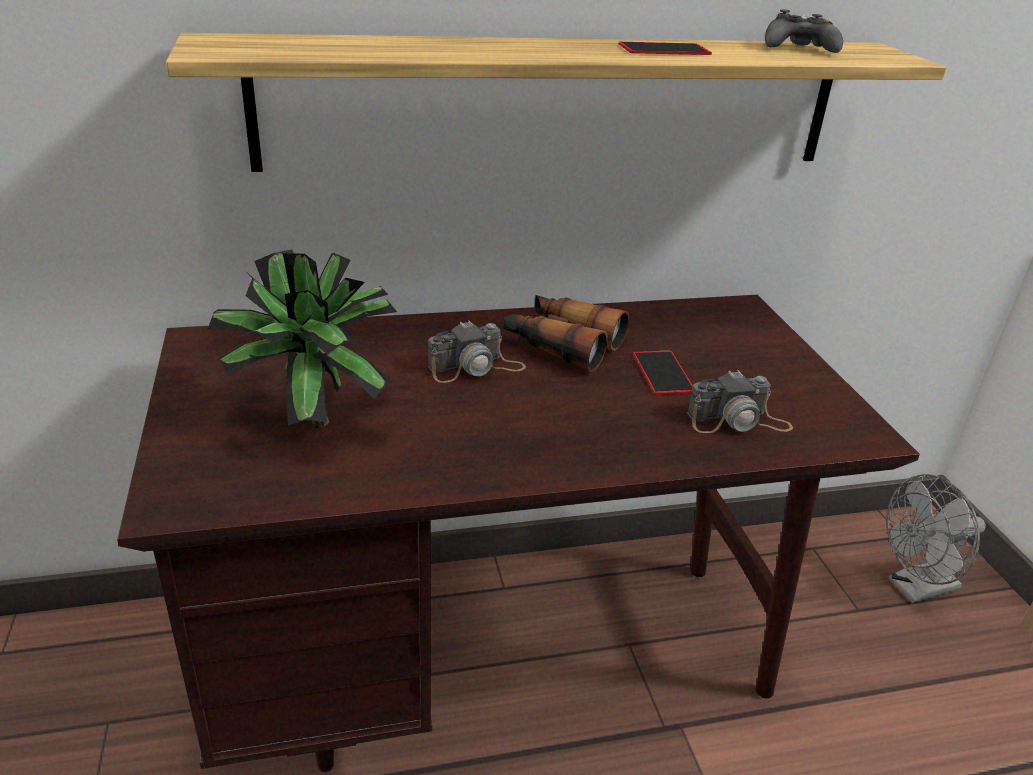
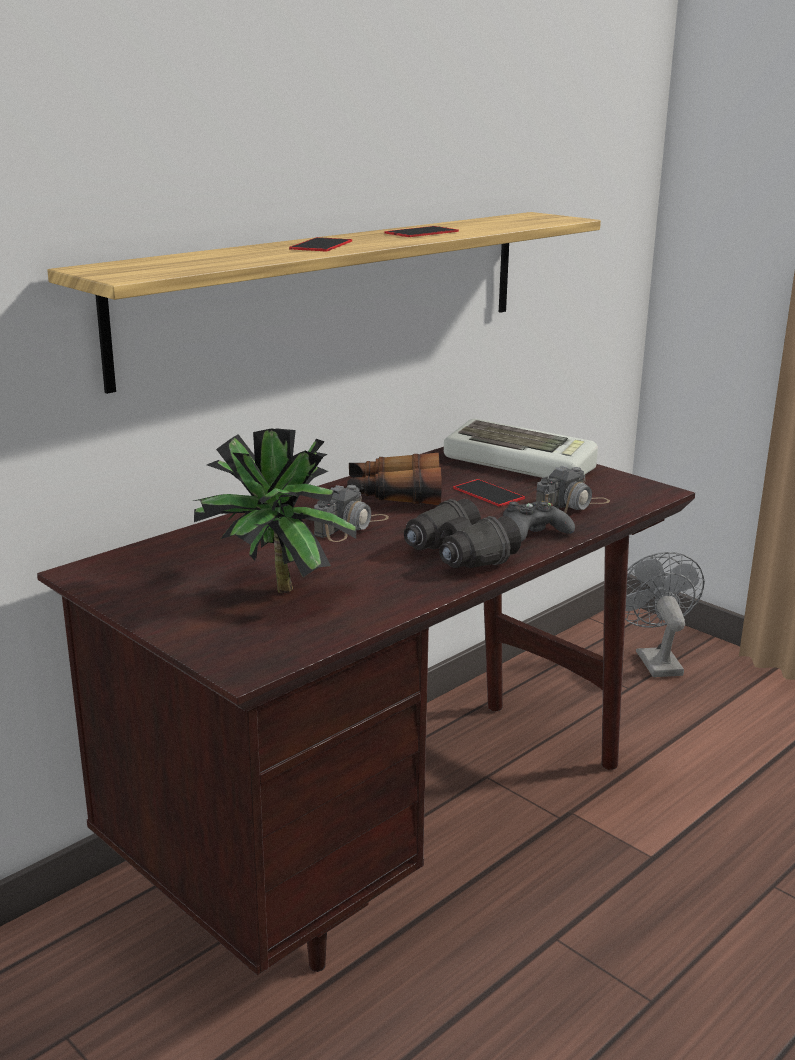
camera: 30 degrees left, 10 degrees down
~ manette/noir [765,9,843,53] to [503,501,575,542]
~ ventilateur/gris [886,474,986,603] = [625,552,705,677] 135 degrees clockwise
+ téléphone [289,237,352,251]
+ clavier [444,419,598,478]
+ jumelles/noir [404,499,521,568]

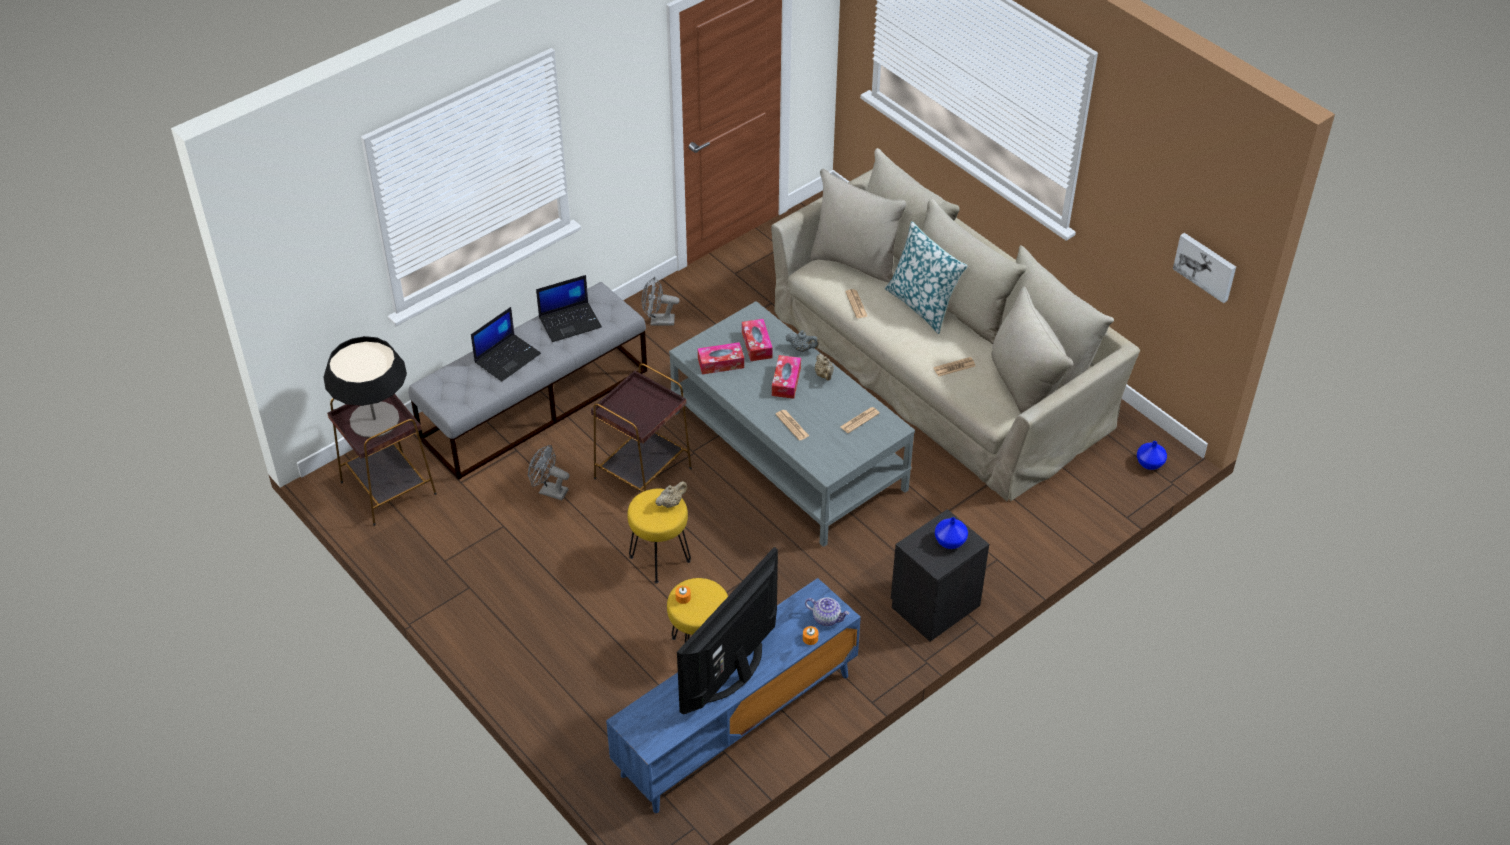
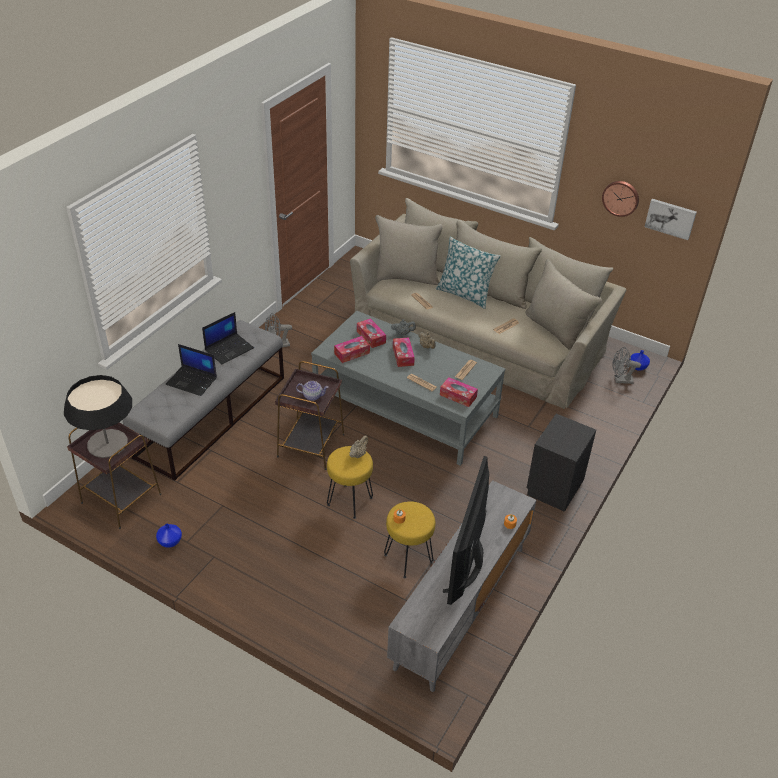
camera: 20 degrees left, 5 degrees down
~ ordinateur portable [471,307,541,382] = [166,344,217,396] 90 degrees clockwise
~ ventilateur/gris [528,445,569,500] to [612,347,641,384]
~ vase/bleu [935,517,968,549] to [156,523,182,548]
~ meuble télé/bleu [606,578,861,813] to meuble télé/gris [387,480,536,692]
~ théière [805,597,850,626] to [296,381,329,401]
+ horloge murale [602,181,639,217]
+ boîte à mouchoirs [440,377,478,407]

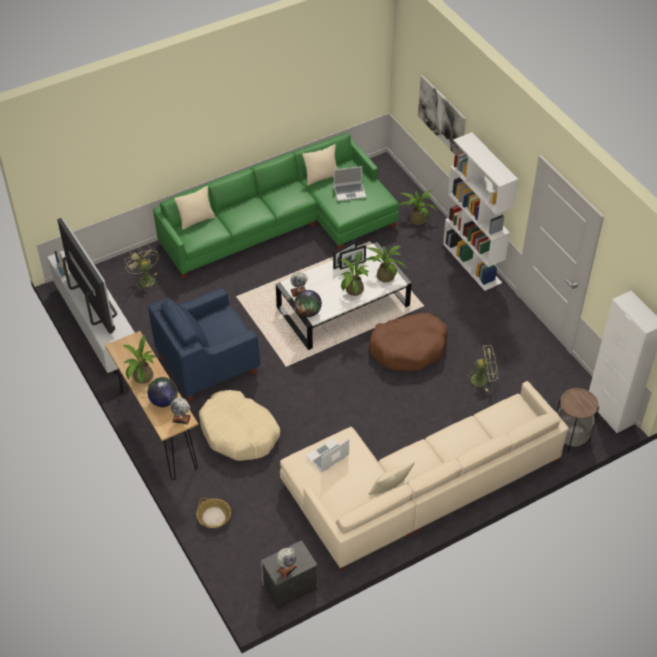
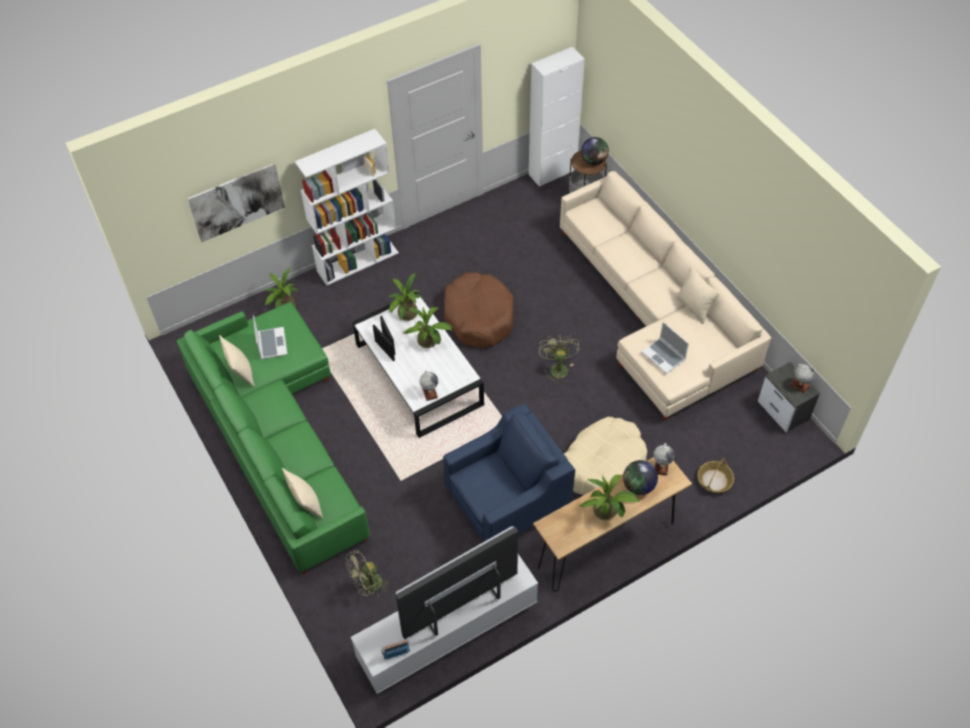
camera: 90 degrees left, 5 degrees up
~ fauteuil/bleu [148,288,260,403] = [443,404,575,542] 90 degrees counterclockwise
~ globe [294,290,322,317] to [581,137,609,165]
~ ventilateur/vert [465,345,498,391] to [539,334,580,383]

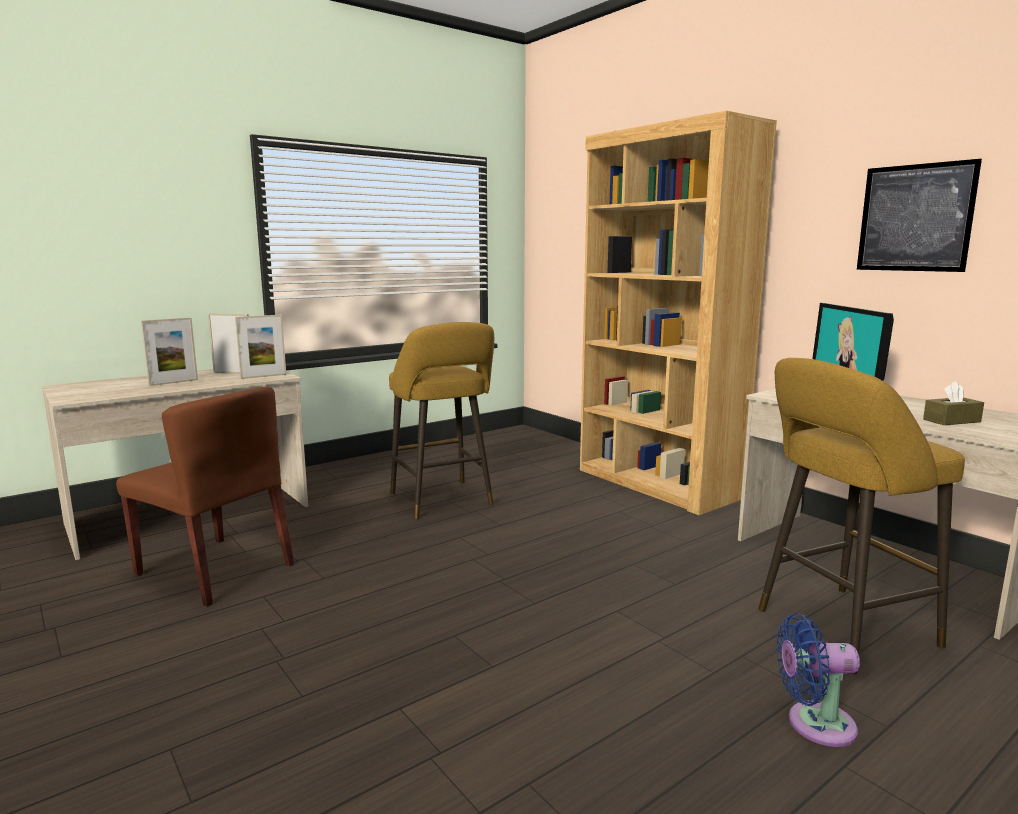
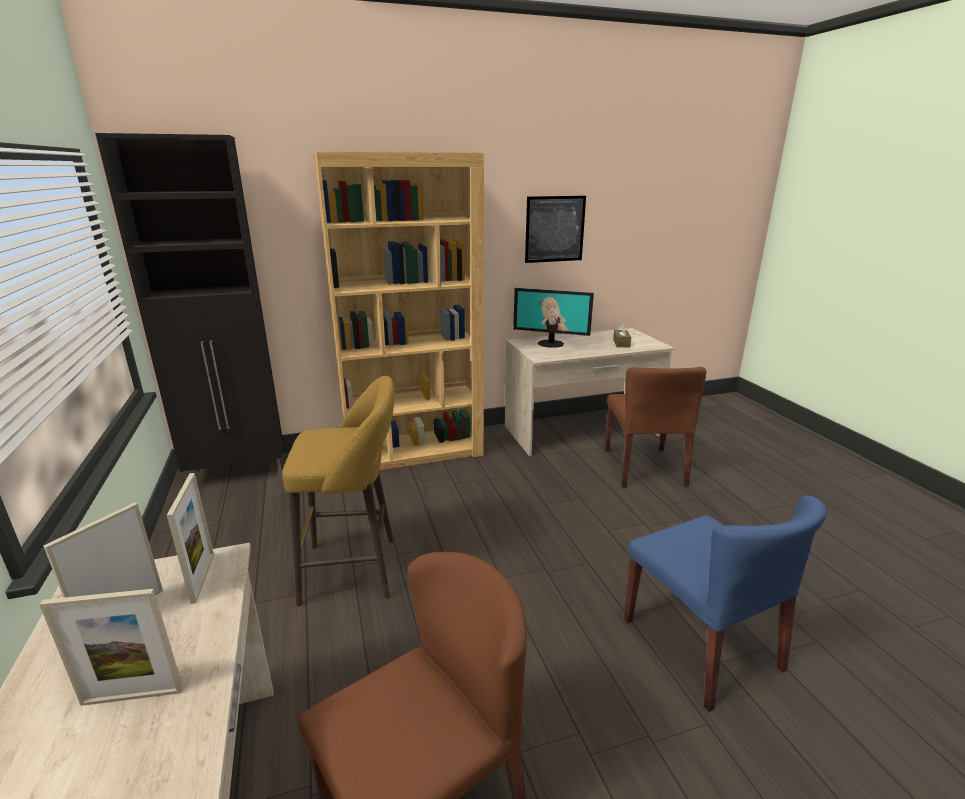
camera: 70 degrees left, 10 degrees up
~ cadre photo [141,317,198,386] = [39,589,183,706] 105 degrees clockwise
~ tabouret/jaune [758,358,965,674] to chaise/marron [605,367,706,488]
- ventilateur/bleu [776,613,860,747]
+ meuble de rangement/noir [95,133,283,479]
+ chaise/bleu [624,496,826,712]

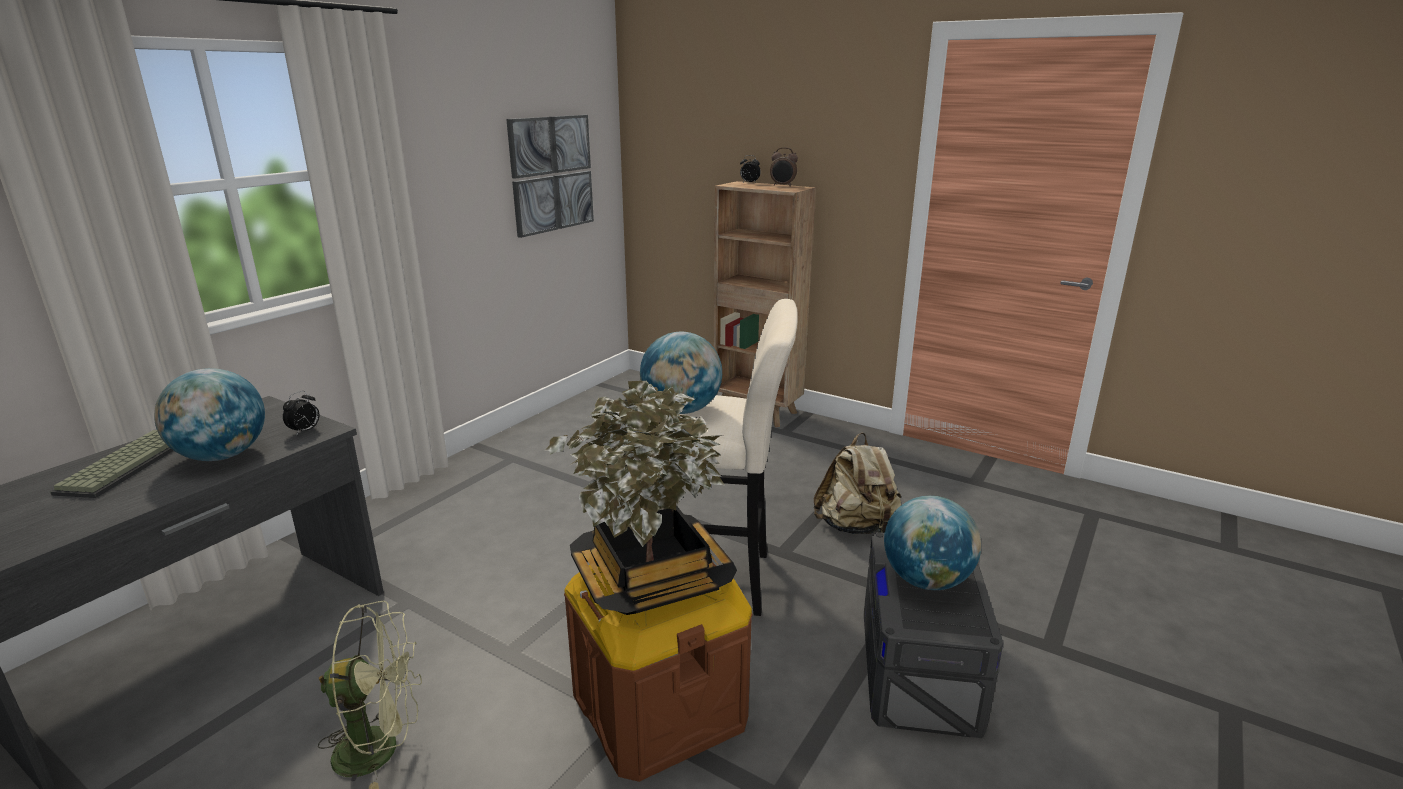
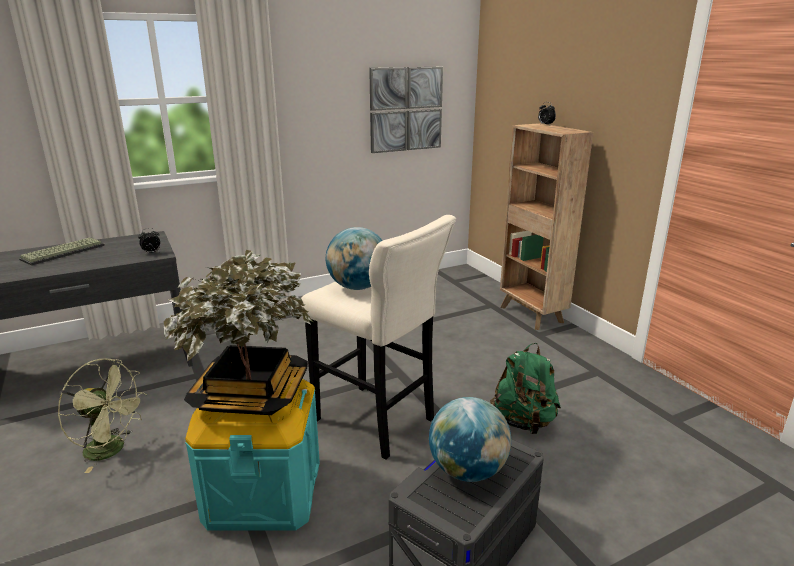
camera: 30 degrees right, 0 degrees up
- réveil [770,147,798,187]
- globe [154,368,265,461]
~ sac à dos/beige [814,433,901,534] to sac à dos/vert [490,343,561,434]
~ boîte de rangement/marron [564,562,753,782] to boîte de rangement/turquoise [185,377,320,530]

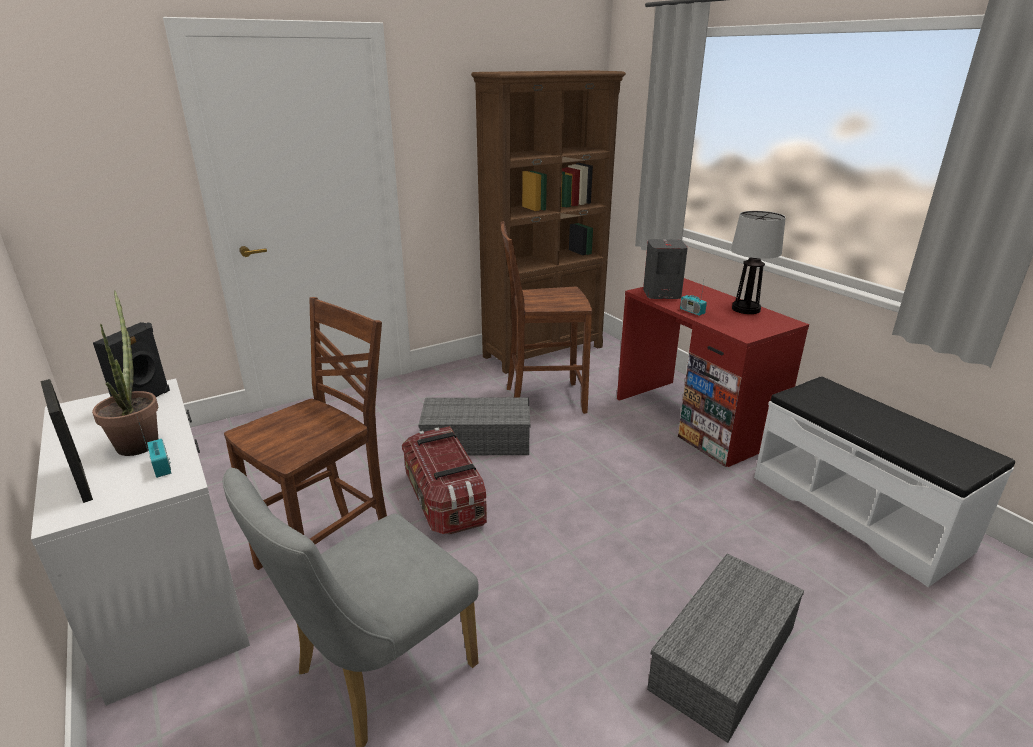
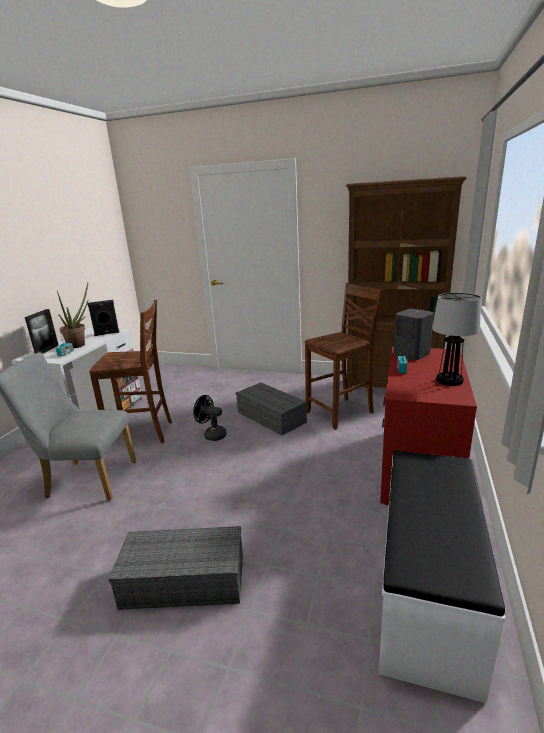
camera: 50 degrees right, 5 degrees down
~ chaise/marron [500,221,592,414] = [305,283,384,430] 105 degrees clockwise
~ boîte de rangement [402,426,487,535] to ventilateur/noir [193,395,227,441]

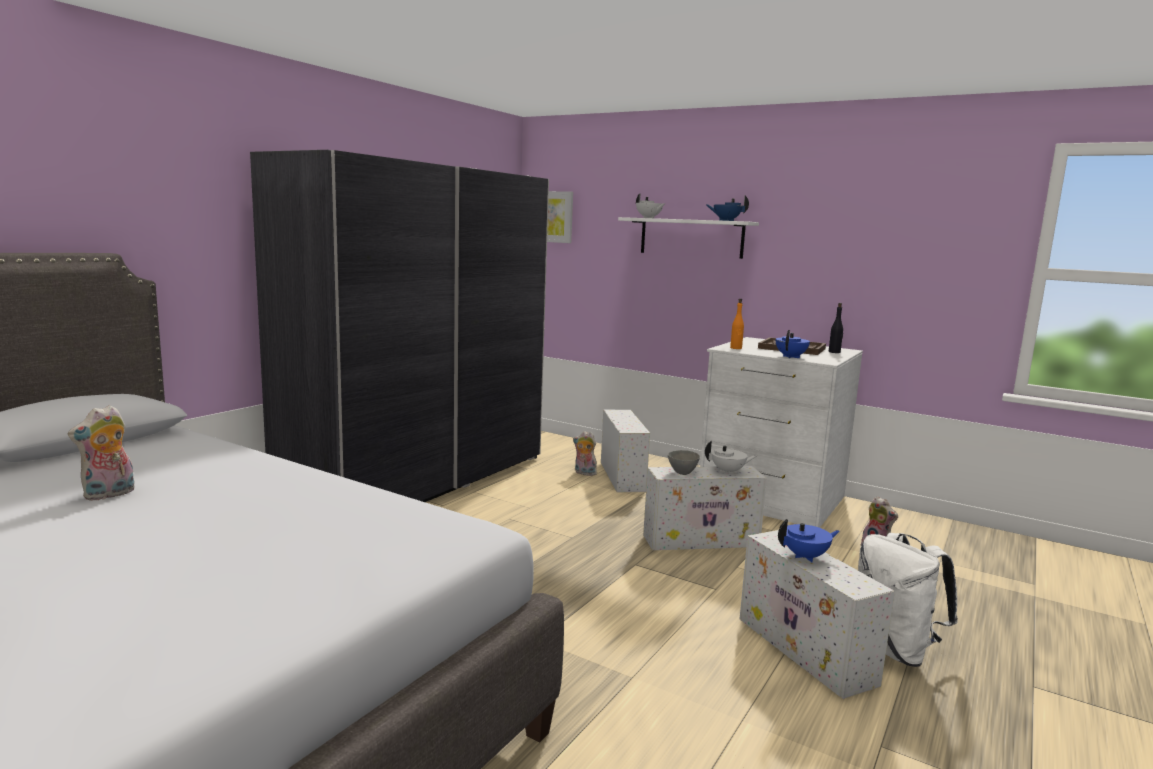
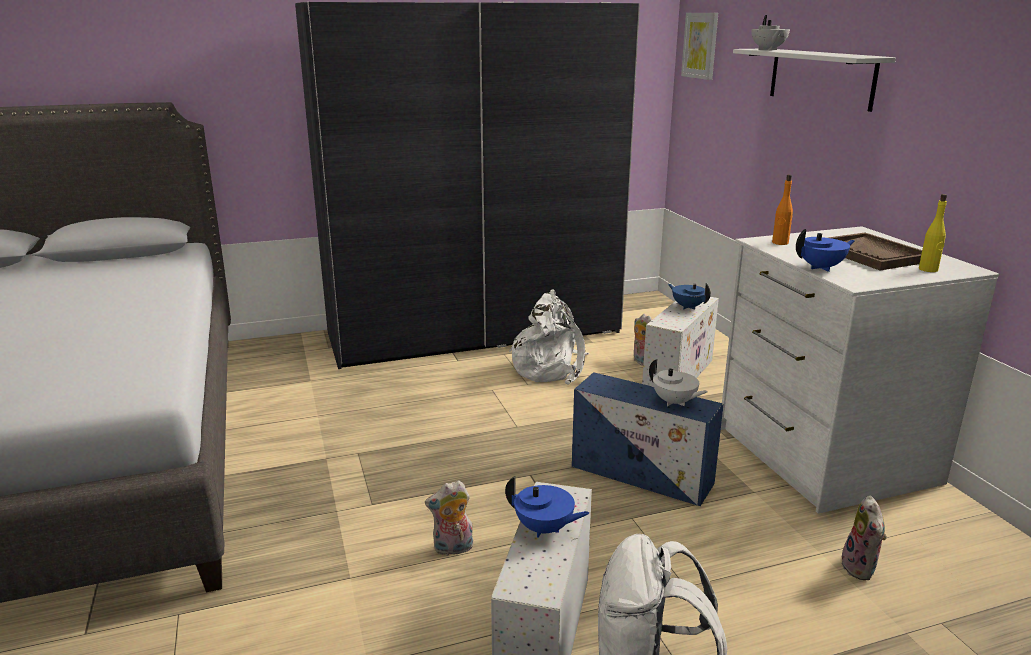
camera: 40 degrees right, 10 degrees up
~ théière/bleu [705,196,749,221] to [668,283,711,310]
~ bouteille/noir [829,303,843,353] to bouteille/jaune [919,194,947,272]
~ peluche [68,405,135,501] to [425,480,473,556]
- bol/gris [668,450,700,475]
~ boîte de rangement/blanc [643,466,767,551] to boîte de rangement/bleu [572,372,724,506]
+ sac à dos/blanc [509,289,589,385]

